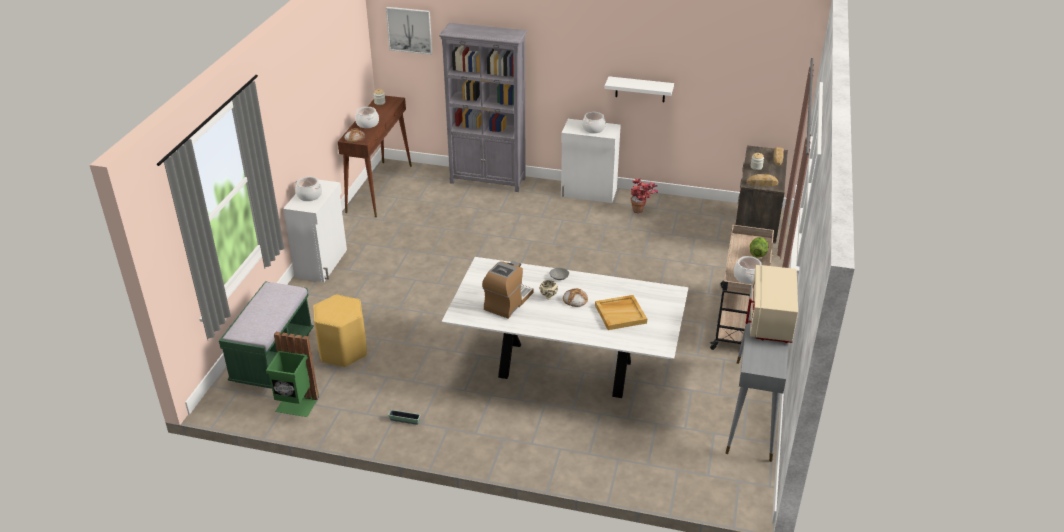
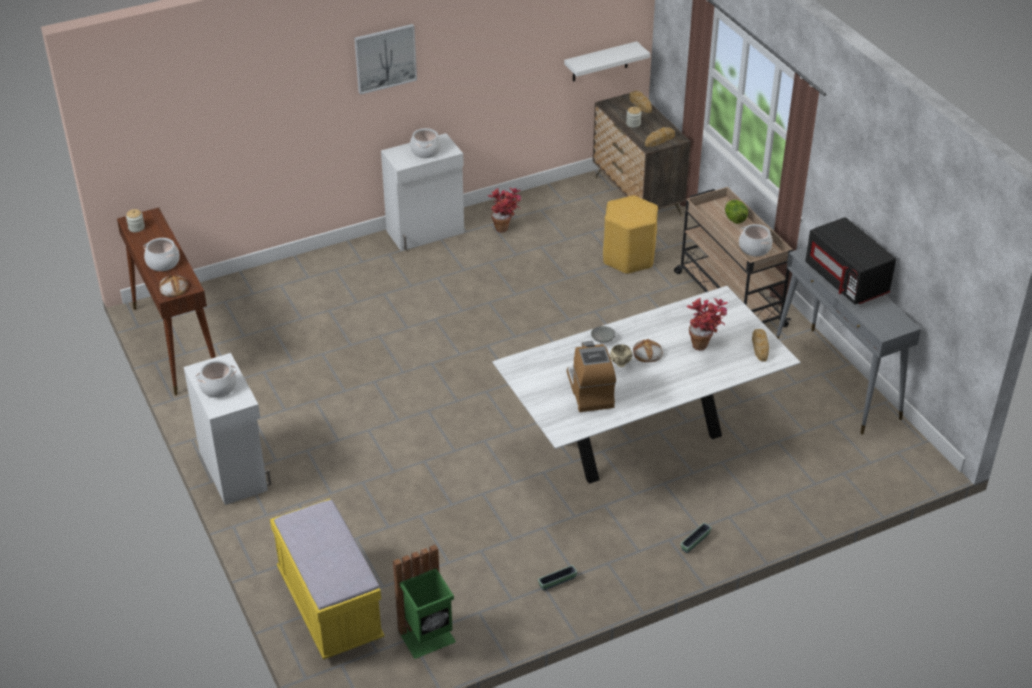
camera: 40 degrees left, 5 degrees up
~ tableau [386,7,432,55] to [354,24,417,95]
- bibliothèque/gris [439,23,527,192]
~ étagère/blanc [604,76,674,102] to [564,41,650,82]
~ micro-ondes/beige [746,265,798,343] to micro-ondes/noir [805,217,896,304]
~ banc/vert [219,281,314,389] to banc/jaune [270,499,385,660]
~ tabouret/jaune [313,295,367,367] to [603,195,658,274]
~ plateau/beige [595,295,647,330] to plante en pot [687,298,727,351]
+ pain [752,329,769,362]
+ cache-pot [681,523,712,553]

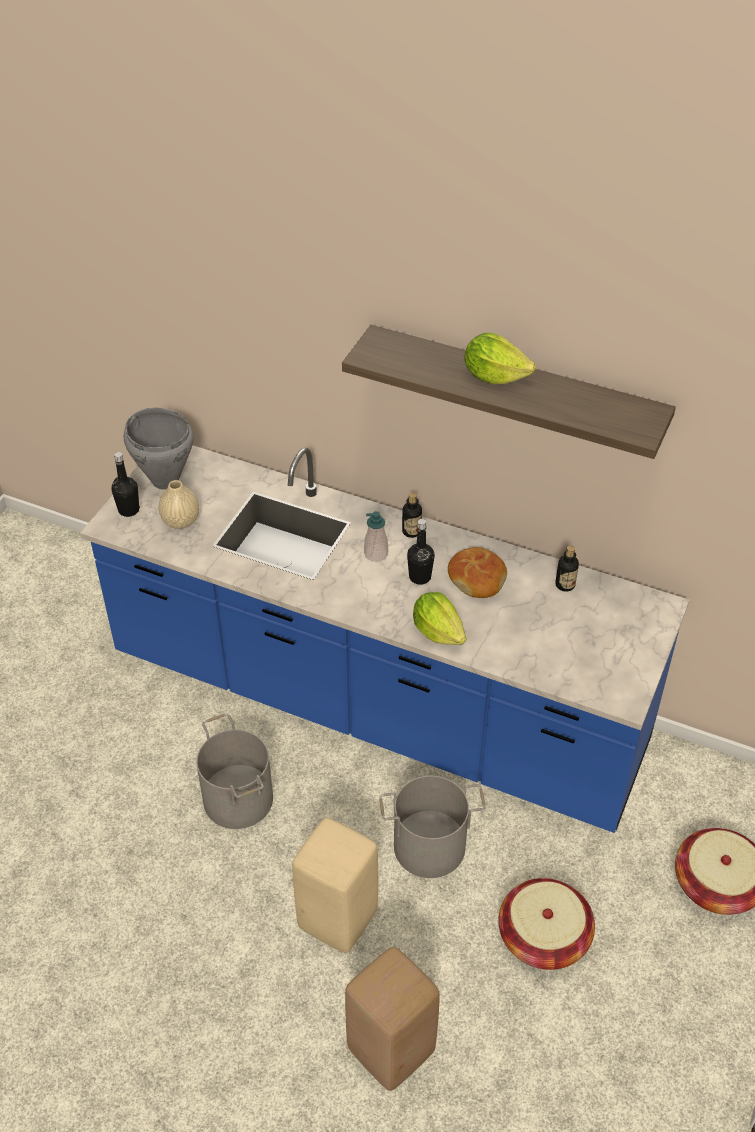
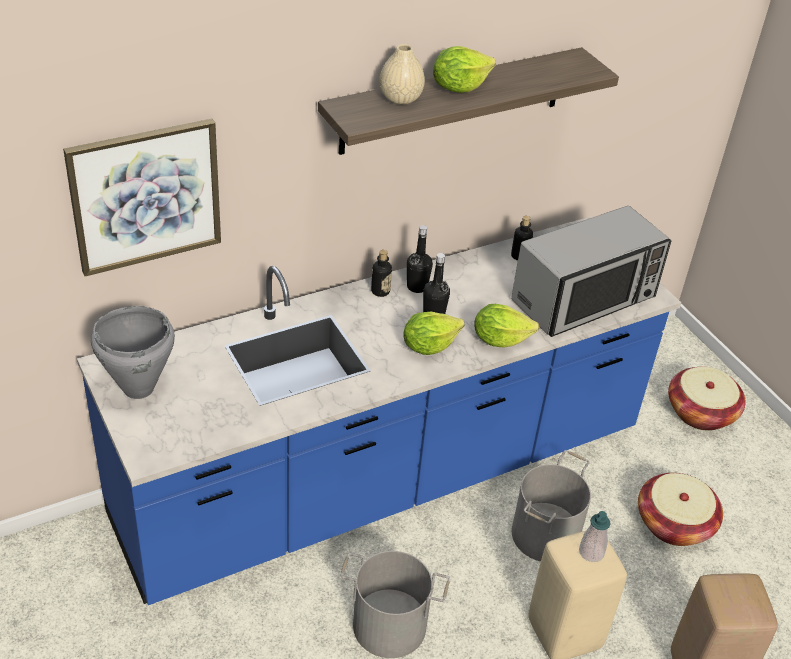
camera: 55 degrees left, 5 degrees down
~ bouteille/noir [112,452,140,517] to [407,225,433,293]
~ vase/beige [159,480,199,529] to [380,44,425,105]
~ distributeur de savon [364,511,388,562] to [579,511,610,562]
- pain [448,547,507,598]
+ tableau [63,119,221,276]
+ micro-ondes [511,206,671,337]
+ laitue [403,312,464,355]

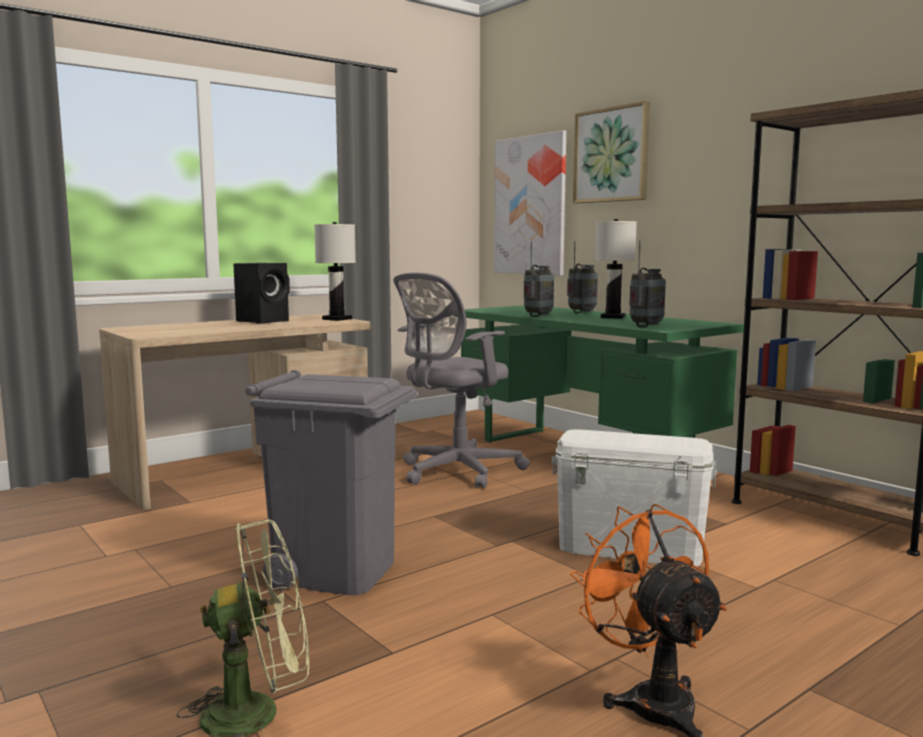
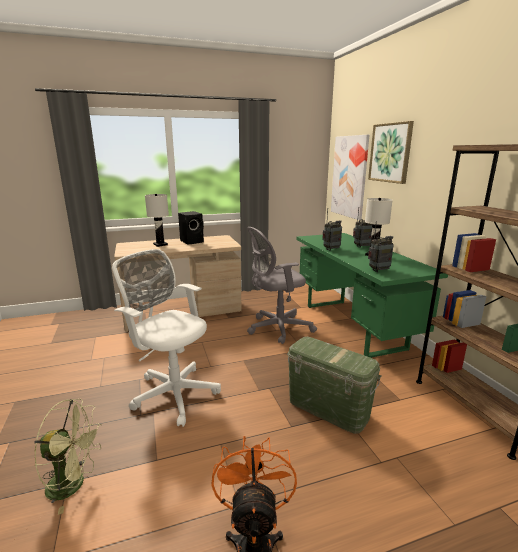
camera: 20 degrees right, 10 degrees up
~ lampe de table/blanc [314,222,356,321] to [145,194,169,247]
~ poubelle/gris [245,370,417,595] to chaise de bureau/blanc [112,249,221,427]
~ boîte de rangement/blanc [551,429,717,566] to boîte de rangement/vert [287,337,382,434]

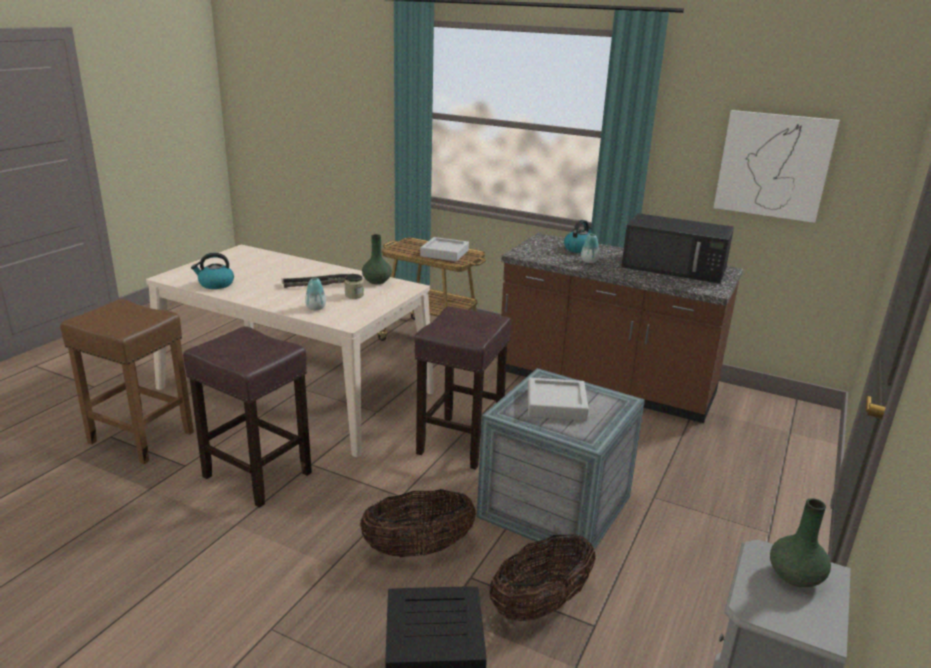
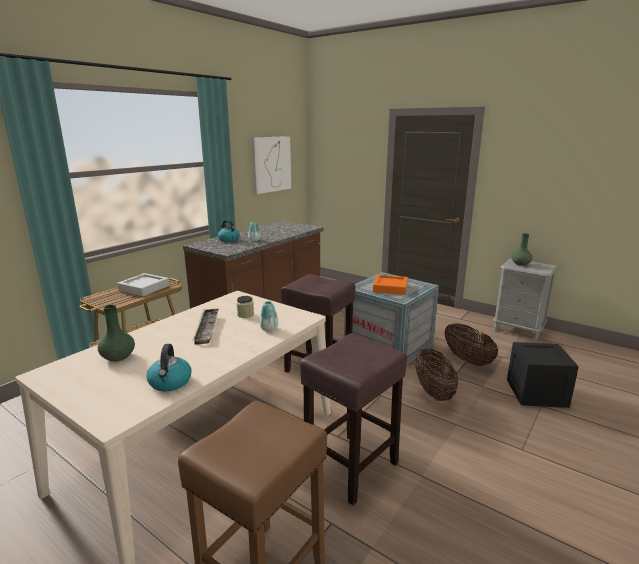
camera: 80 degrees left, 5 degrees down
- micro-ondes/noir [621,213,734,284]
~ vase/vert [362,234,392,284] to [97,305,135,362]
~ plateau/gris [528,377,589,421] to plateau/orange [373,275,408,295]

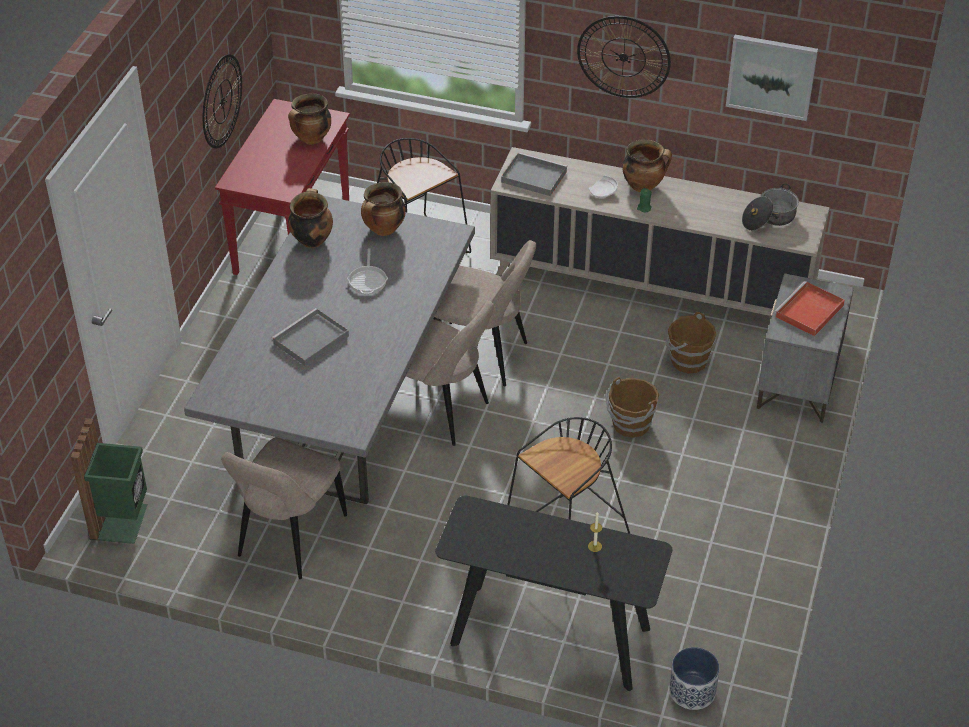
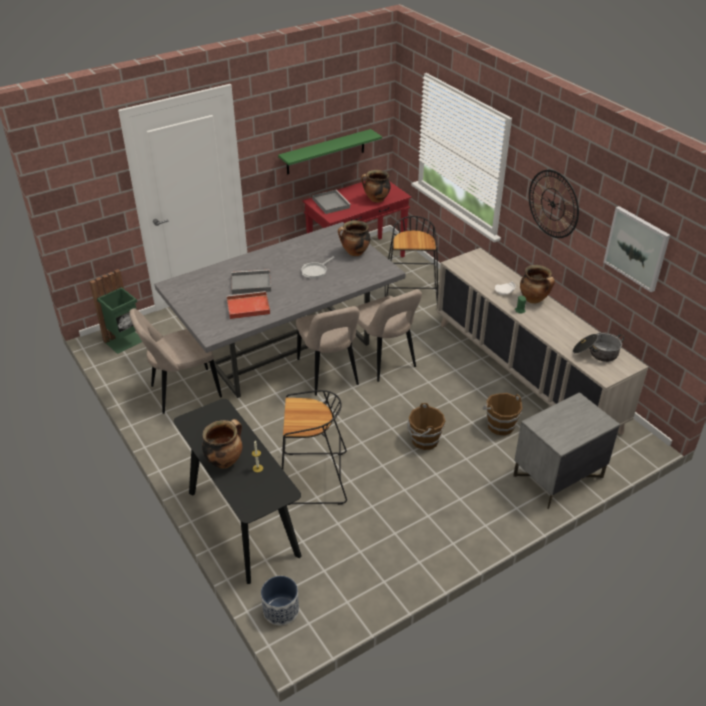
camera: 40 degrees right, 5 degrees down
~ horloge murale [203,54,242,149] to étagère/vert [278,129,382,175]
~ plateau/gris [501,152,567,196] to [312,190,351,214]
~ marmite [288,188,333,248] to [202,419,242,469]
~ plateau/rouge [775,281,845,336] to [227,291,270,319]

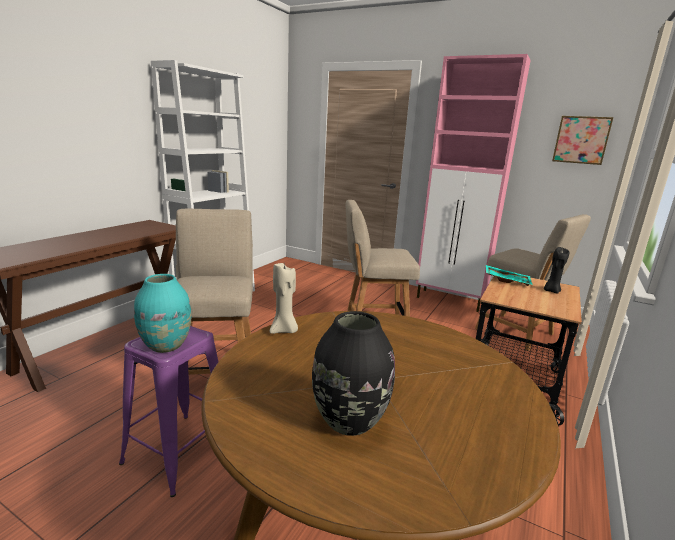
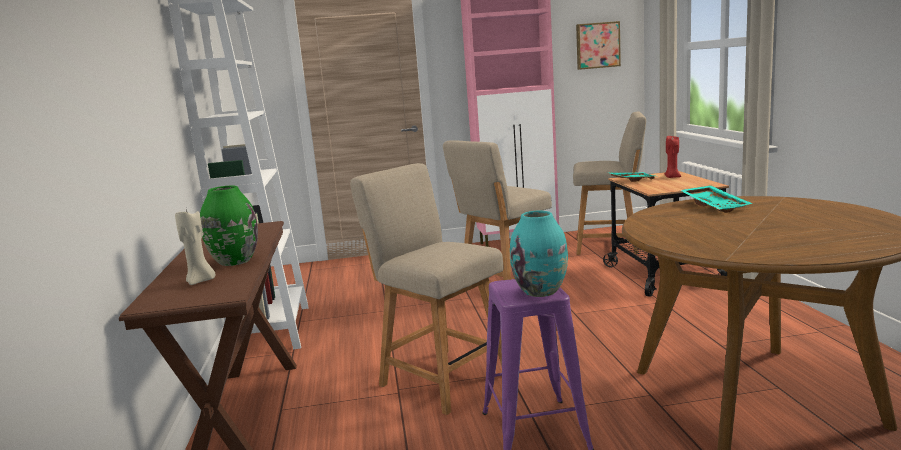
camera: 35 degrees left, 5 degrees down
~ bougie/noir [544,247,570,294] to bougie/rouge [665,136,681,178]
~ bougie/beige [270,263,298,334] to [175,209,216,285]
- vase/noir [312,311,395,436]
+ vase/vert [200,185,258,266]
+ plateau/turquoise [680,185,753,213]

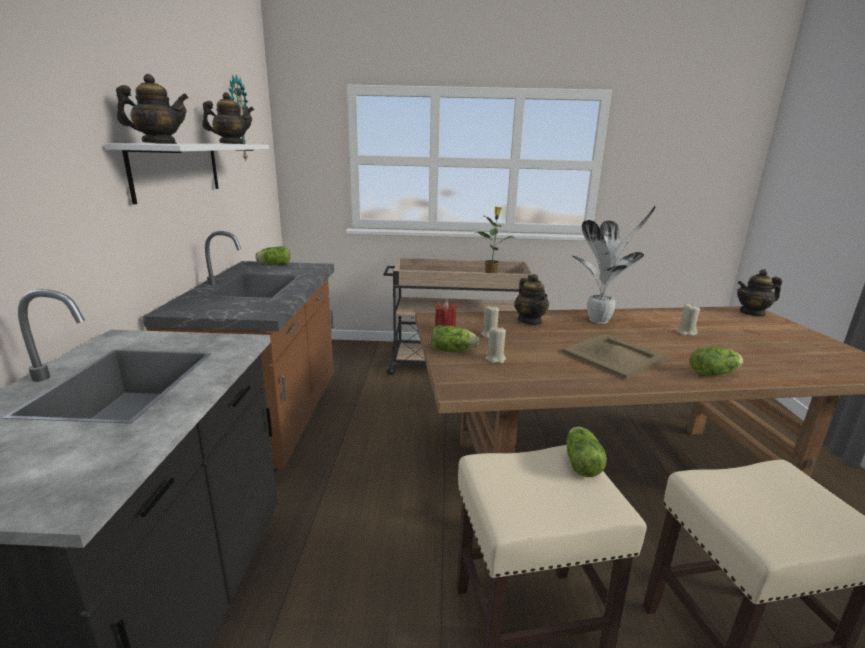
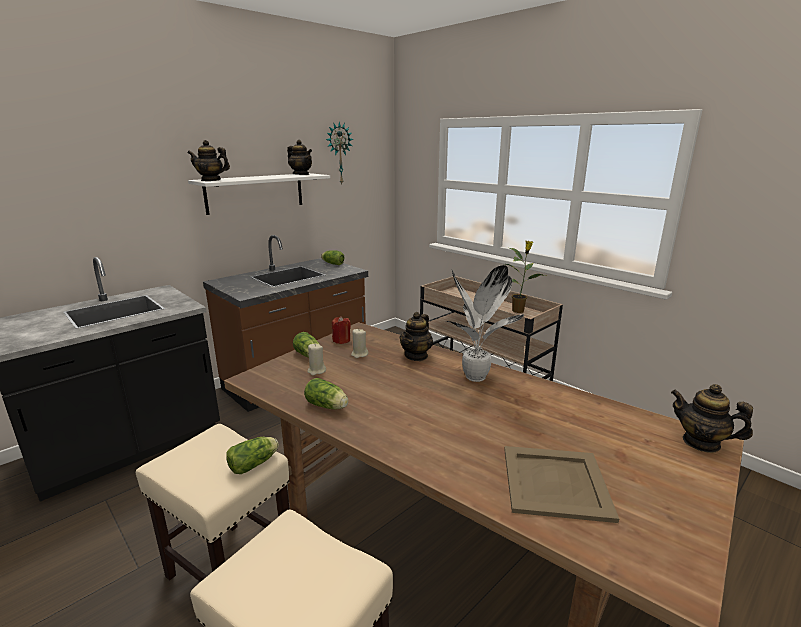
camera: 45 degrees right, 0 degrees up
~ théière [116,74,189,144] = [187,140,230,181] 150 degrees clockwise
- bougie/beige [676,304,700,336]
~ plateau/beige [562,334,669,379] to [504,446,619,523]
~ laitue [689,347,743,376] to [304,378,348,409]

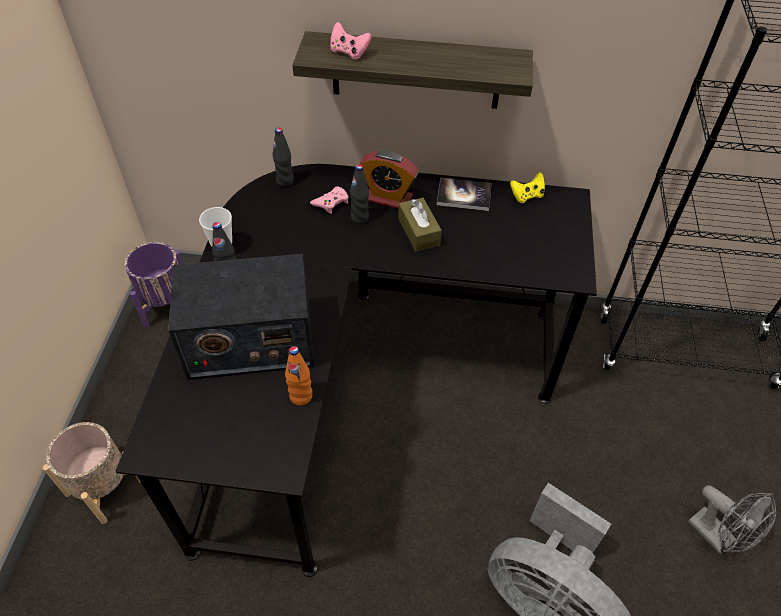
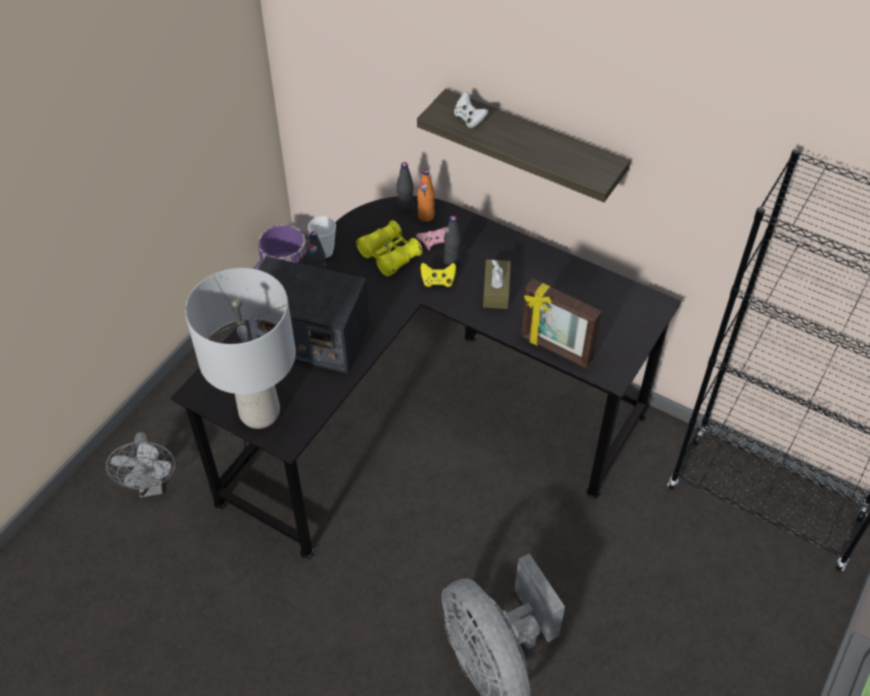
camera: 25 degrees right, 0 degrees up
~ manette/rose [330,22,372,59] to manette/blanc [454,92,488,128]
- réveil [359,151,419,209]
~ manette/jaune [510,172,545,203] to [420,263,456,287]
- livre [437,178,491,211]
~ bouteille/orange [285,346,312,406] to [417,169,435,222]
- cache-pot/beige [43,422,141,524]
~ ventilateur/gris [688,485,777,554] to [106,432,175,497]
+ jumelles/jaune [356,220,423,277]
+ lampe de table/gris [185,268,296,429]
+ cadre photo [521,279,602,369]

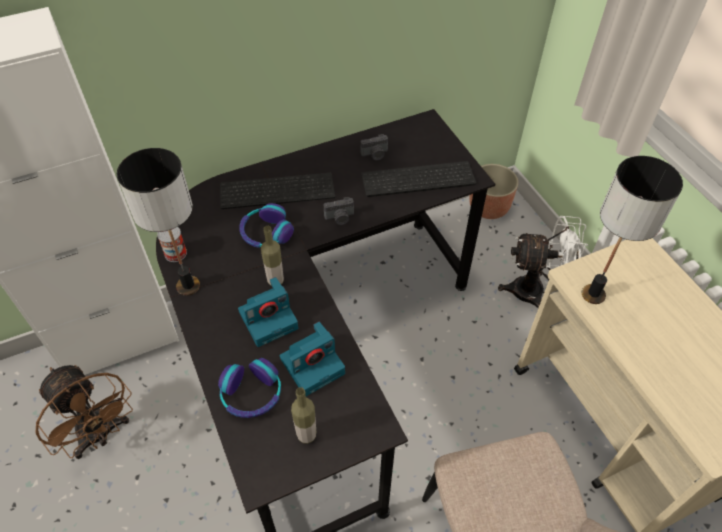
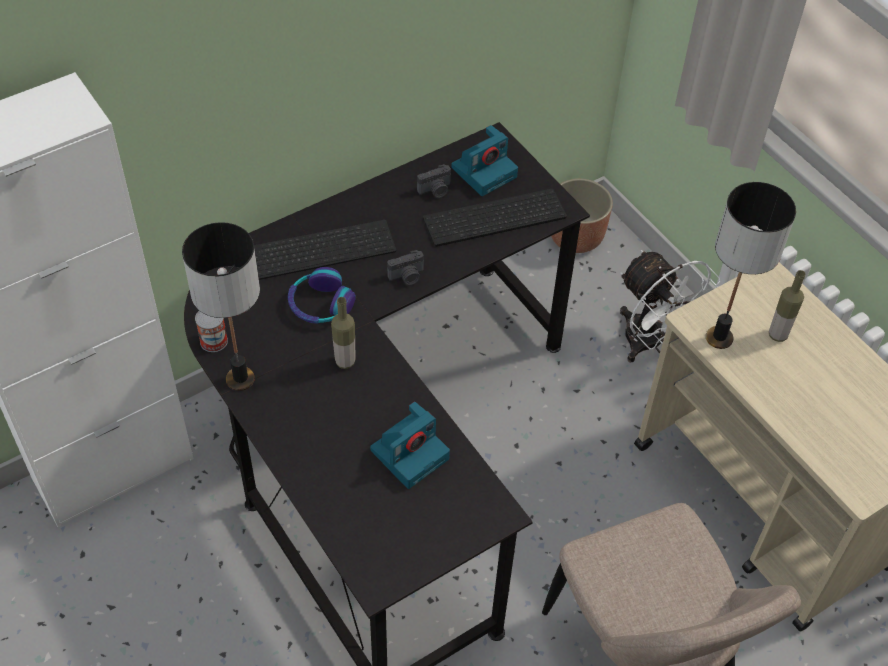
camera: 10 degrees left, 0 degrees up
~ ventilateur/blanc [498,216,588,308] = [620,250,720,363] 60 degrees clockwise
~ appareil photo [238,277,298,347] to [451,125,518,196]
- casque audio [218,358,281,418]
- ventilateur/marron [35,365,133,459]
~ bouteille [291,387,316,444] to [769,270,806,342]

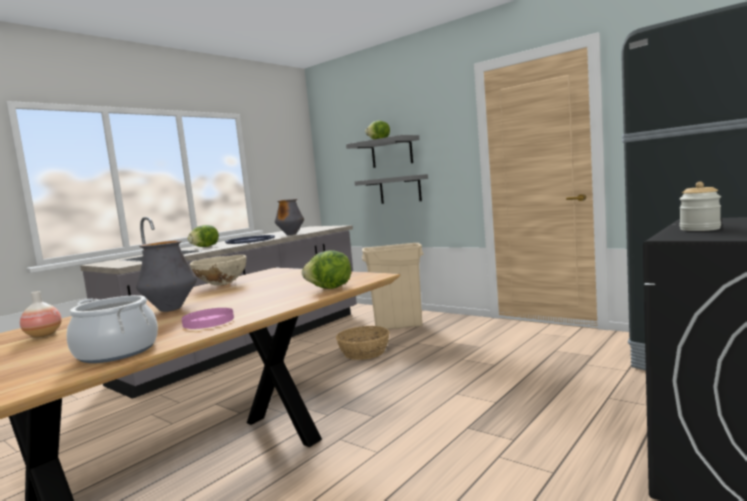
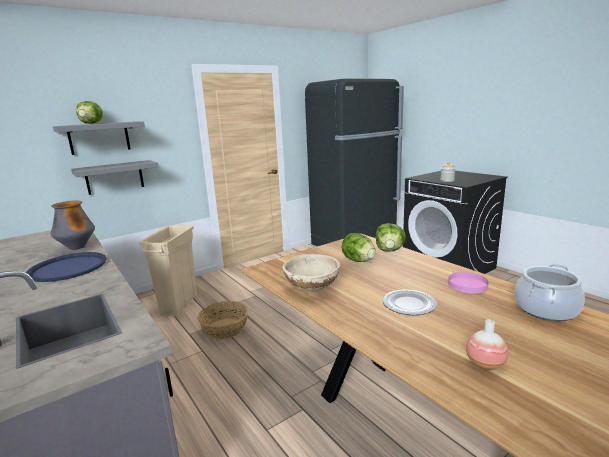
camera: 75 degrees left, 10 degrees up
~ laitue [188,225,219,247] to [342,233,376,262]
~ vase [136,240,197,312] to assiette [383,289,437,315]

